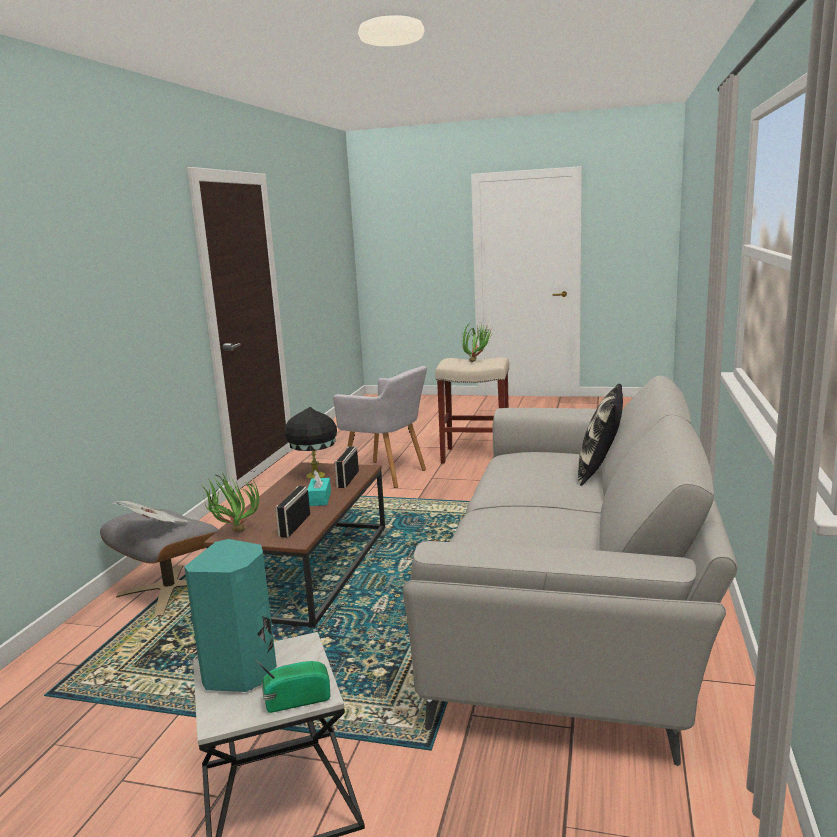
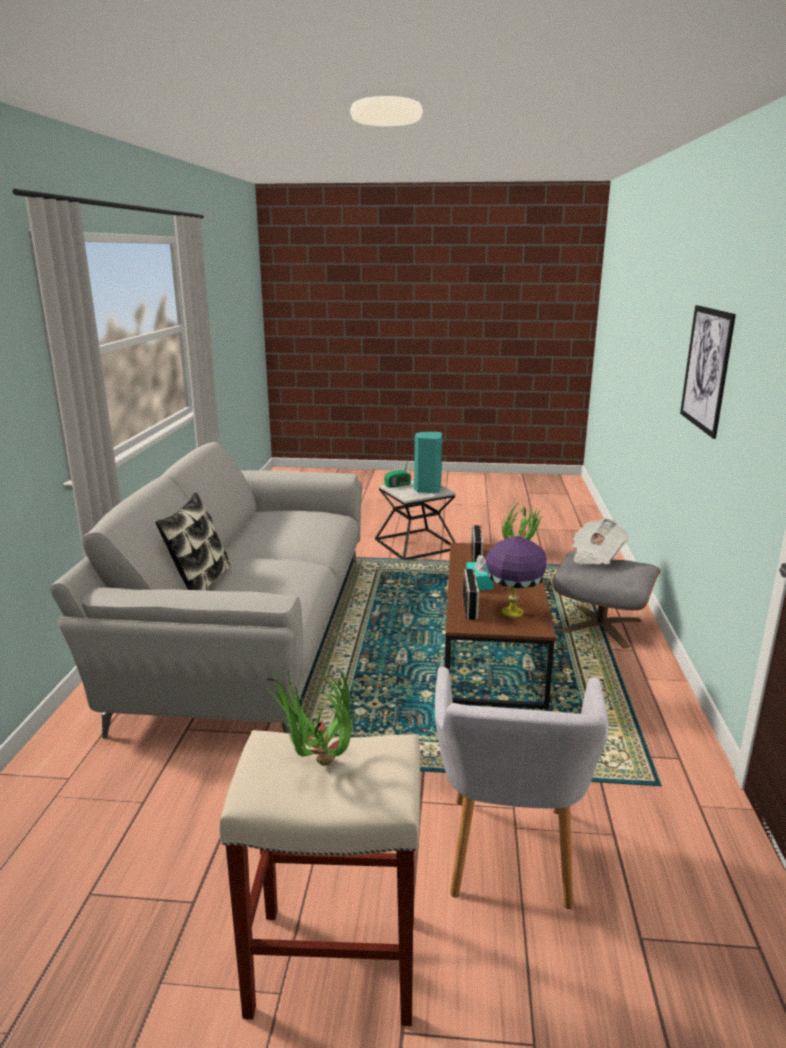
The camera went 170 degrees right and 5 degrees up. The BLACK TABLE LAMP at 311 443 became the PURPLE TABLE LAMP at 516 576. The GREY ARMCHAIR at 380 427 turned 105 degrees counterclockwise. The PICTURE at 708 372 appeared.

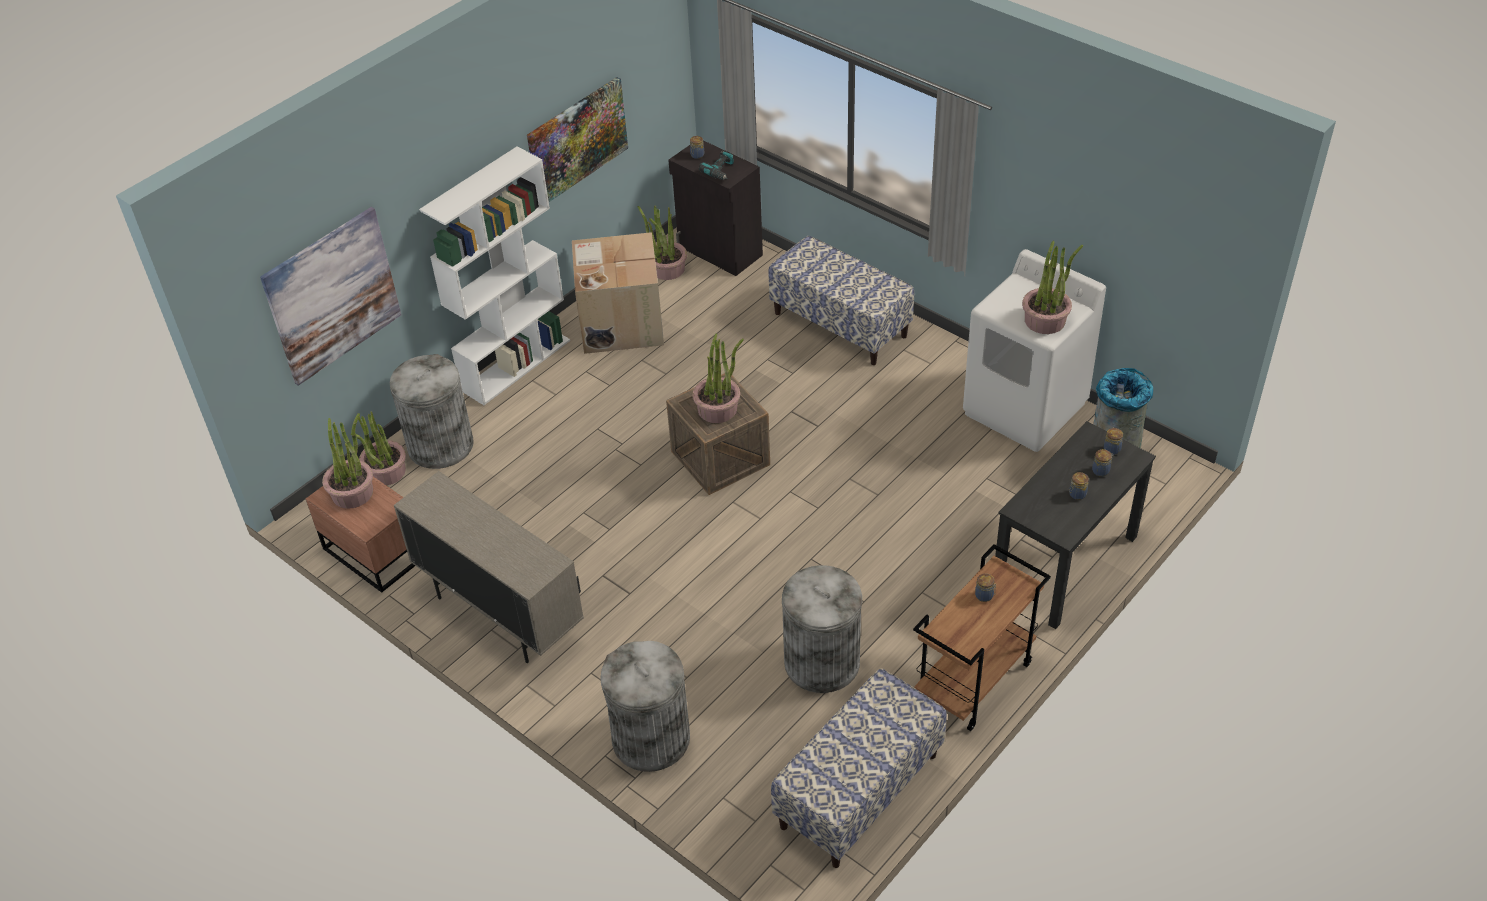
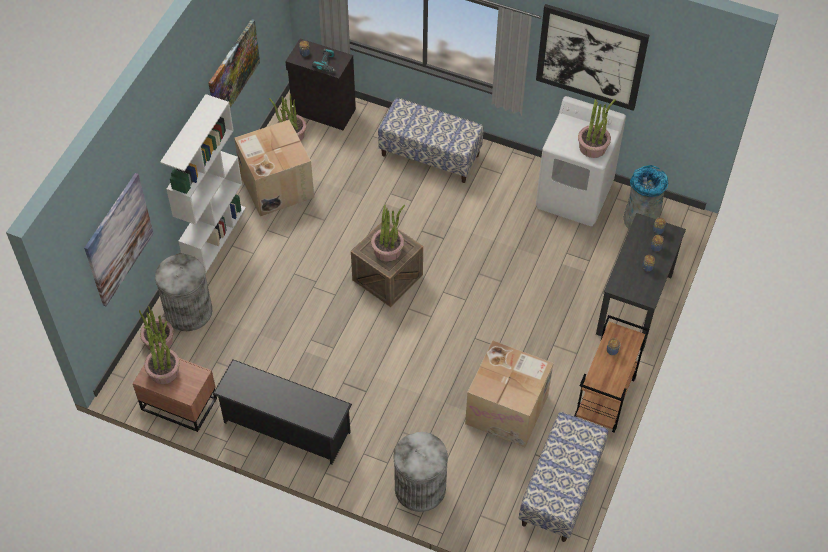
The camera went 20 degrees left and 10 degrees up. The BEIGE CABINET at 489 567 was replaced by the BLACK SHOE RACK at 282 412. The GREY TRASH CAN at 822 629 was replaced by the CARDBOARD BOX at 509 393. The PICTURE at 592 57 appeared.

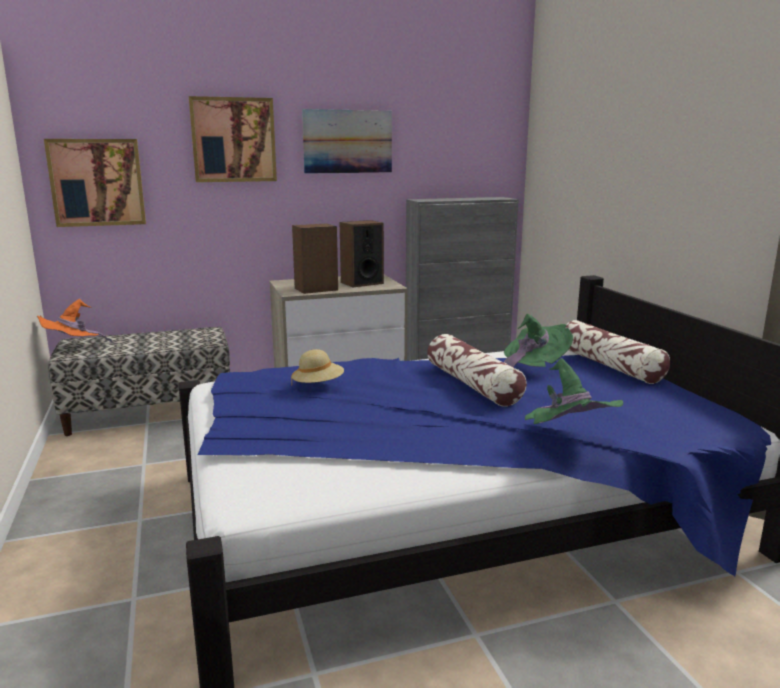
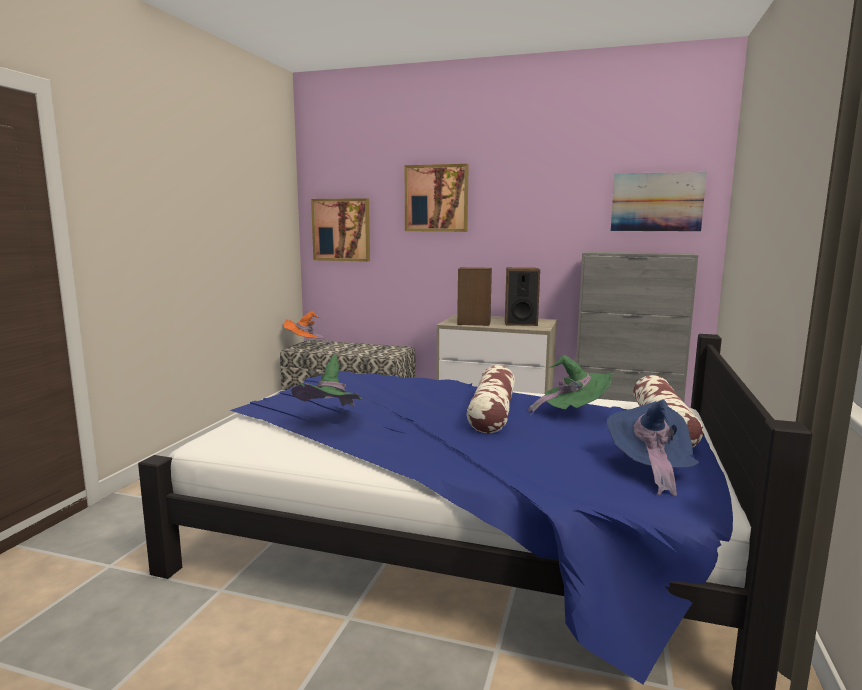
The camera went 35 degrees right and 5 degrees down. The BEIGE HAT at 317 367 disappeared. The PICTURE moved from 347 141 to 659 202. The GREEN HAT moved from 574 391 to 326 380. The BLUE HAT at 653 448 appeared.

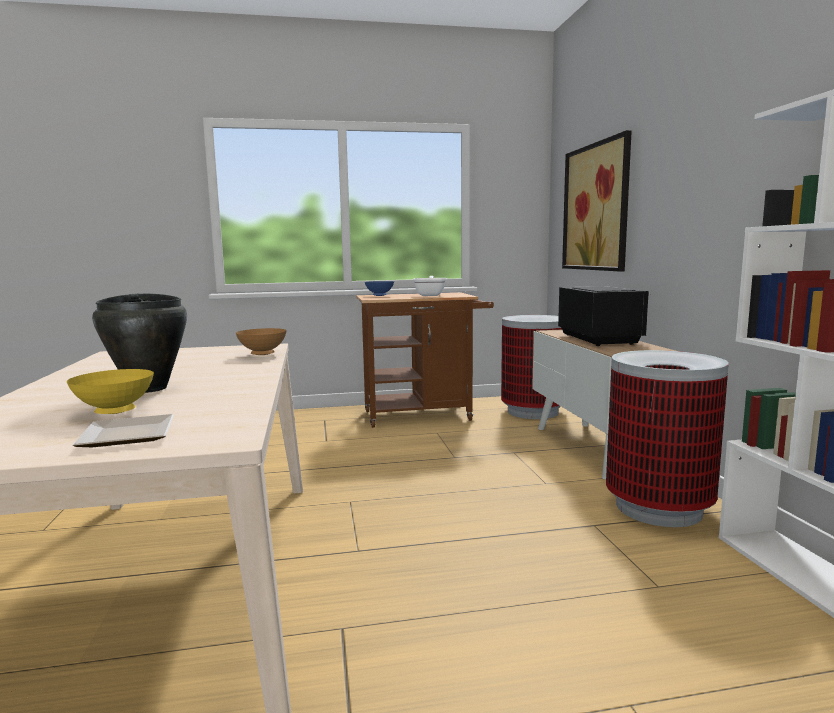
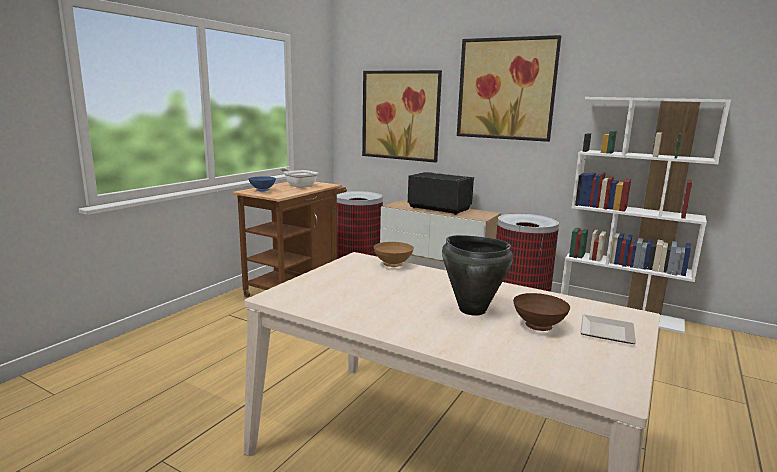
The camera went 50 degrees left and 5 degrees up. The YELLOW BOWL at 110 391 became the BROWN BOWL at 541 312. The PICTURE at 509 88 appeared.

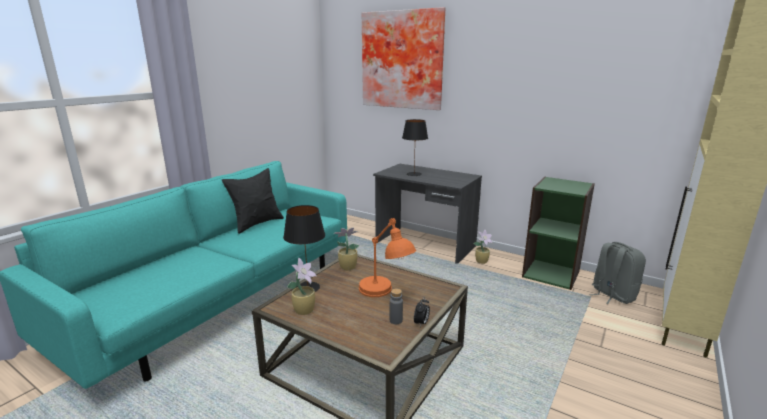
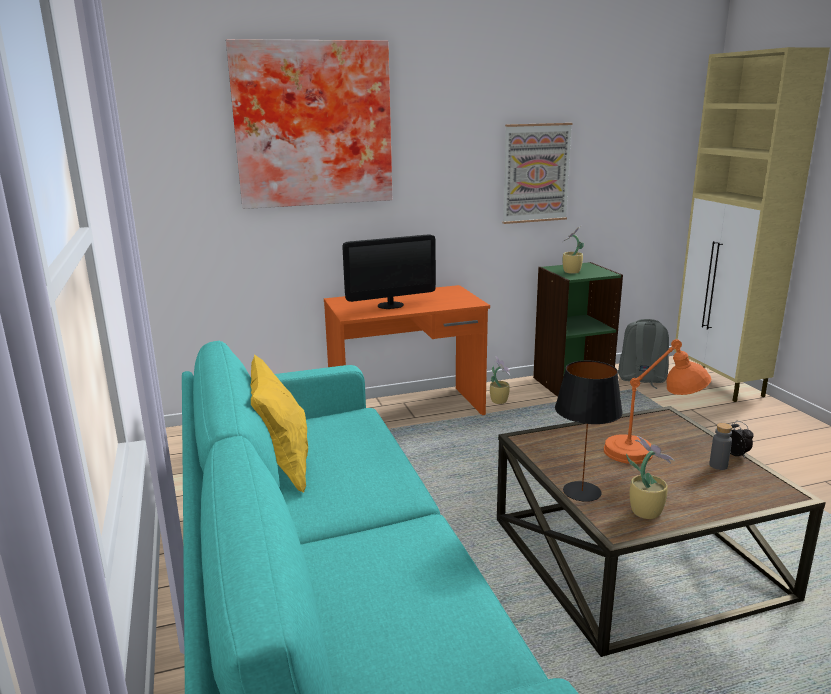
The camera went 50 degrees left and 0 degrees up. The BLACK PILLOW at 253 201 became the YELLOW PILLOW at 279 424. The POTTED PLANT moved from 346 248 to 573 249. The GREY DESK at 427 214 became the ORANGE DESK at 407 350. The BLACK TABLE LAMP at 415 147 was replaced by the MONITOR at 389 271. The PICTURE at 537 173 appeared.

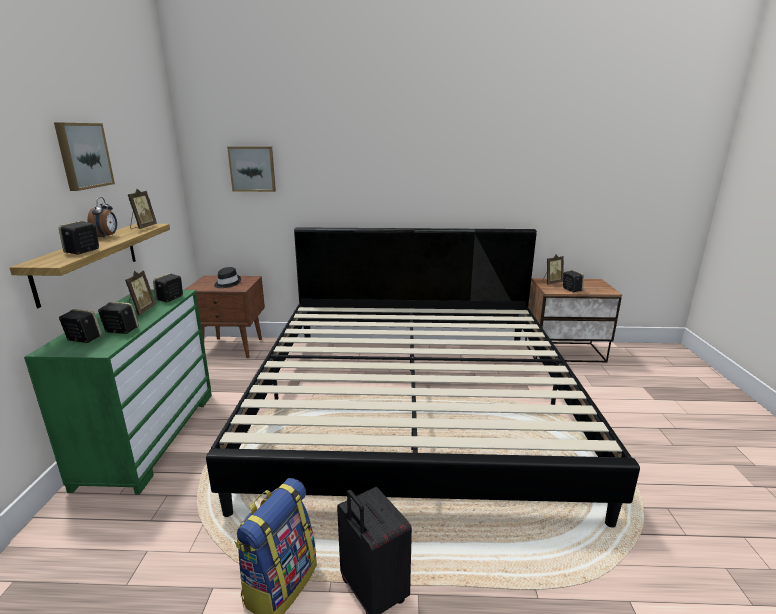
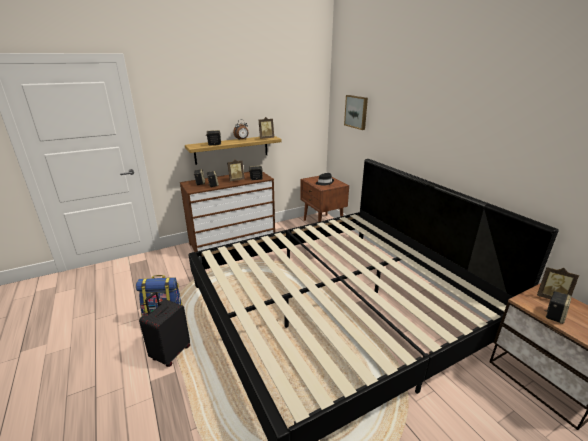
The camera went 60 degrees right and 5 degrees up. The GREEN DRESSER at 118 392 became the BROWN DRESSER at 227 211. The PICTURE at 84 157 disappeared.

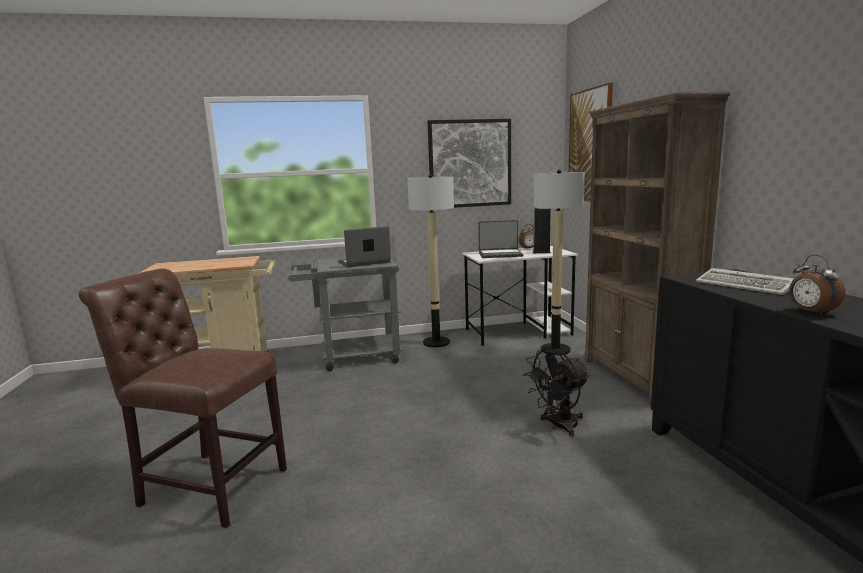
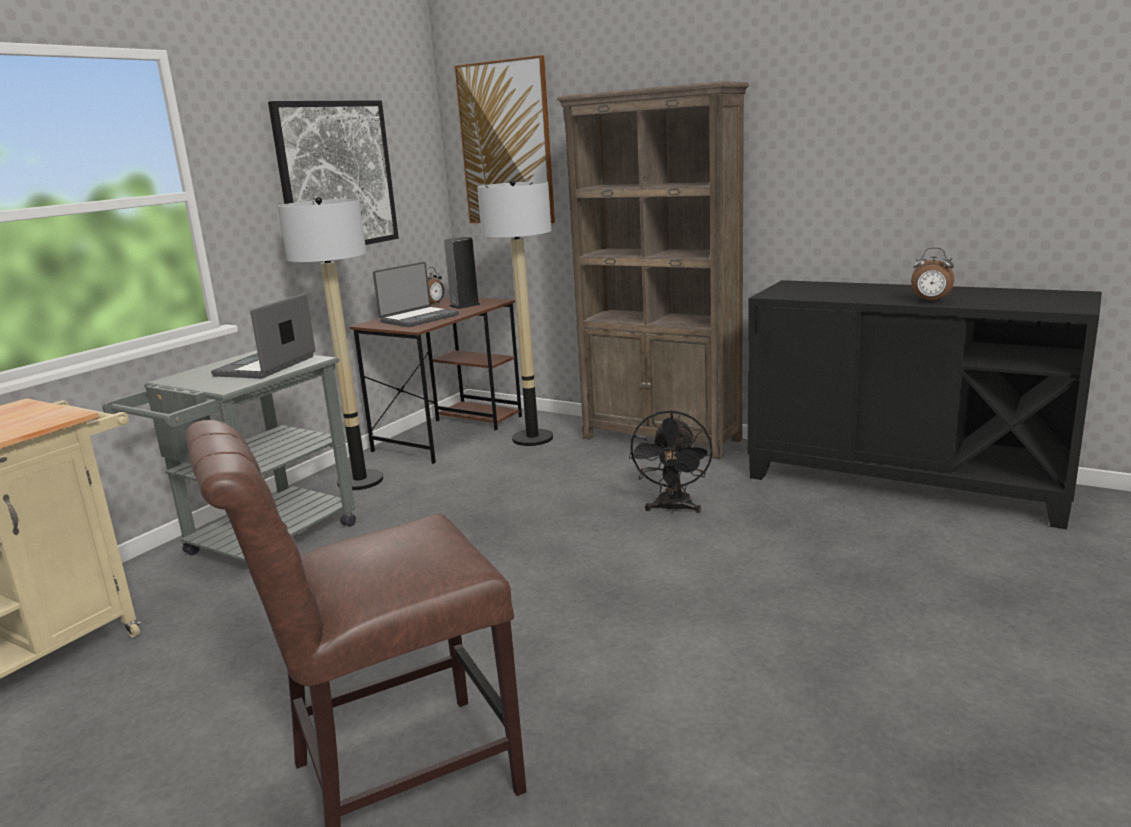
The camera went 45 degrees left and 5 degrees up. The WHITE DESK at 520 296 became the BROWN DESK at 436 380. The KEYBOARD at 745 281 disappeared.

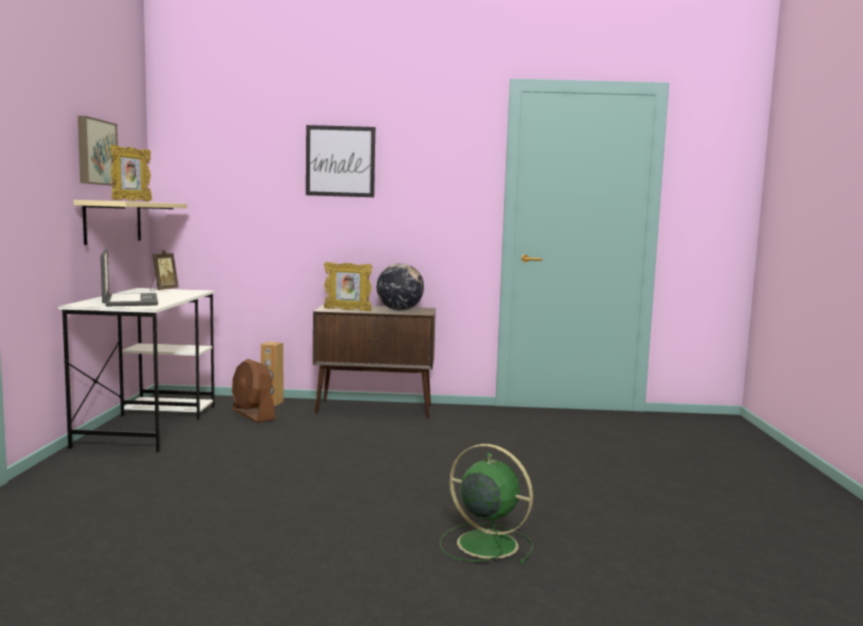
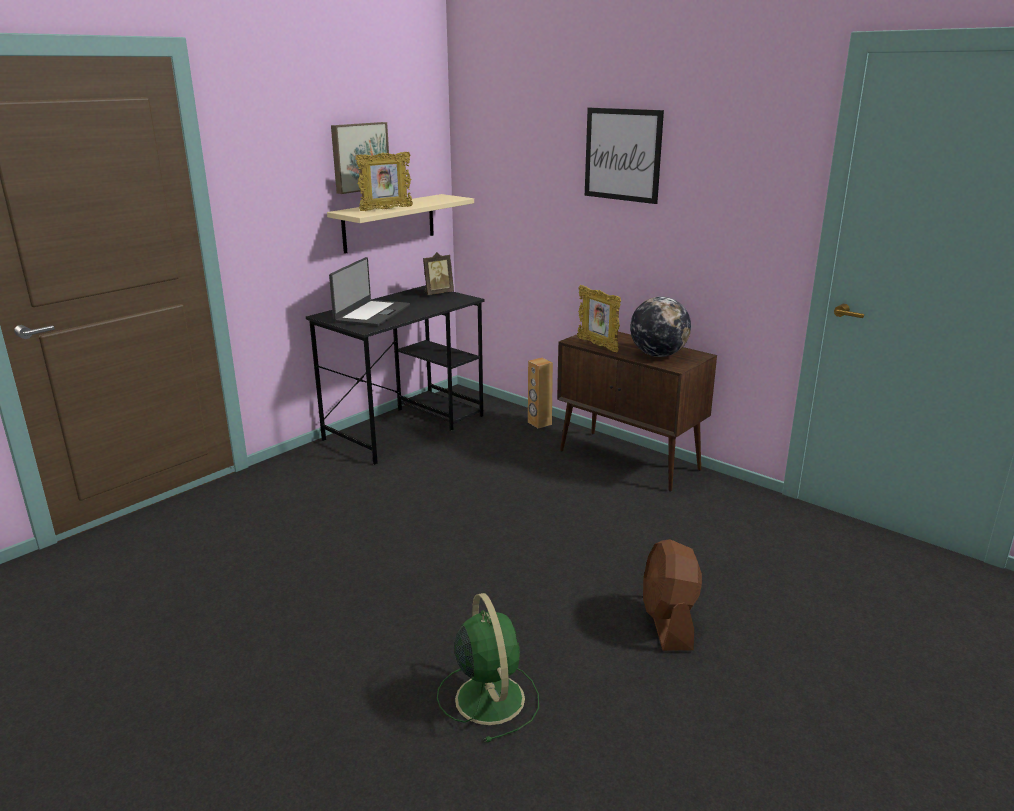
The camera went 40 degrees right and 15 degrees up. The WHITE DESK at 137 370 became the BLACK DESK at 395 375. The BROWN FAN moved from 253 391 to 672 595.

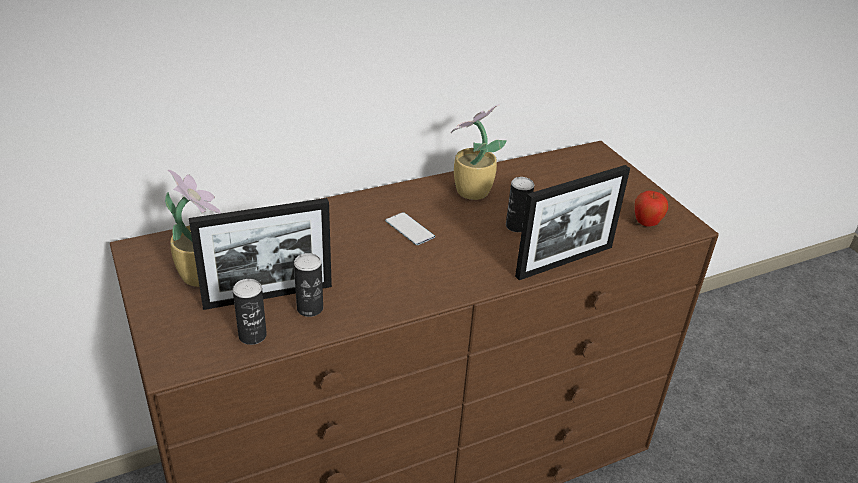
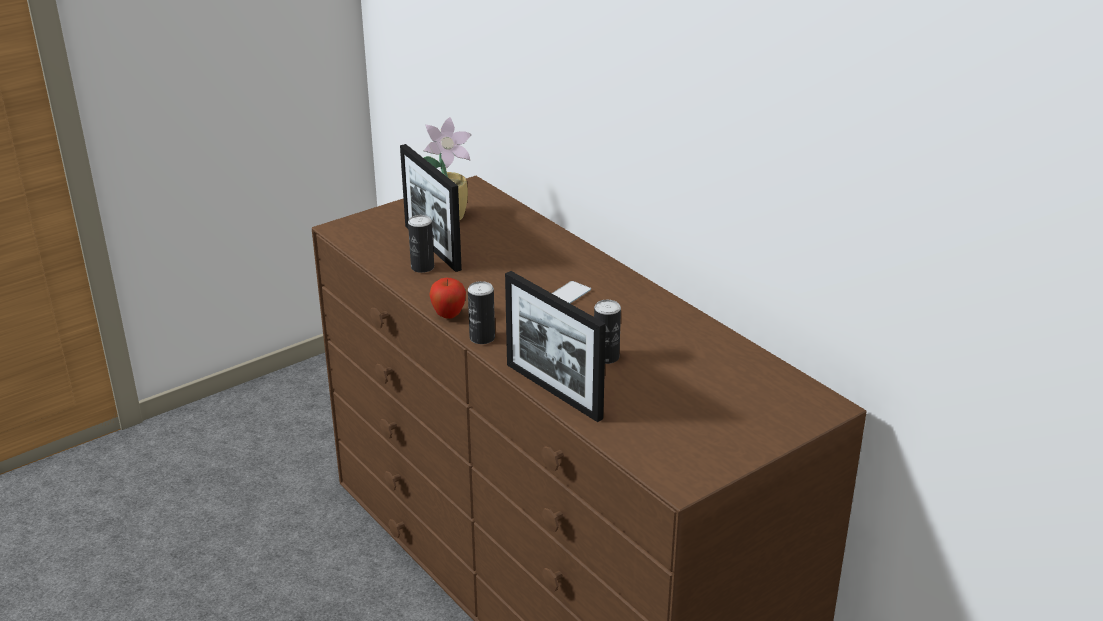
The camera went 80 degrees right and 5 degrees down. The CAN moved from 250 312 to 481 312. The POTTED PLANT at 479 152 disappeared. The APPLE moved from 651 208 to 447 298.

